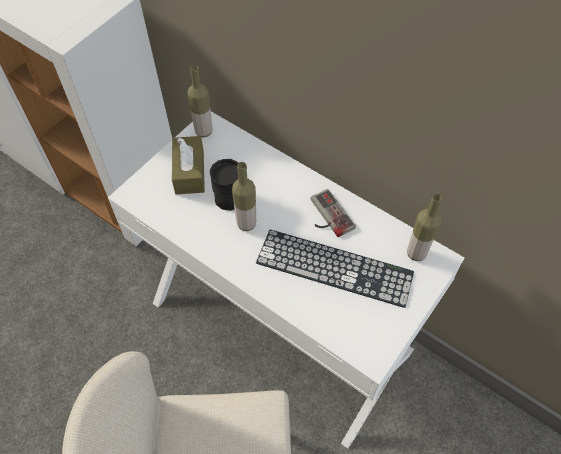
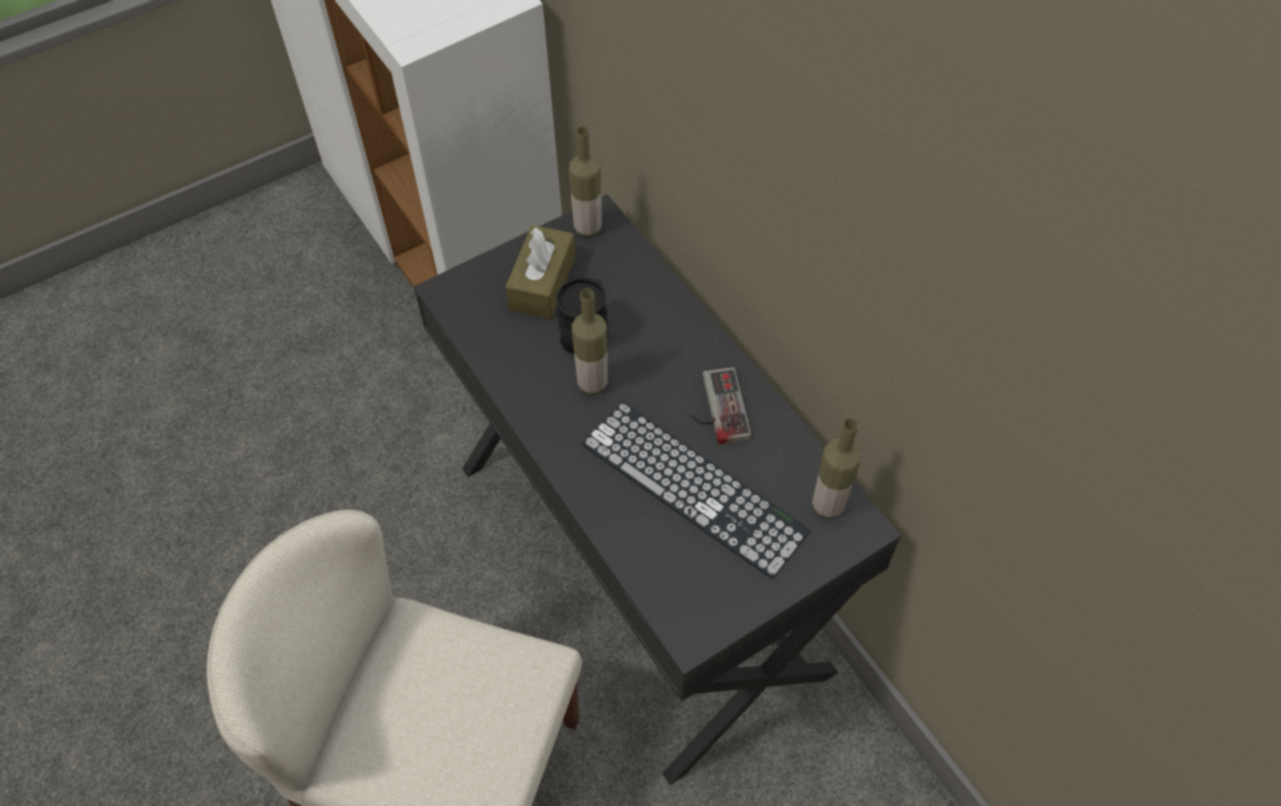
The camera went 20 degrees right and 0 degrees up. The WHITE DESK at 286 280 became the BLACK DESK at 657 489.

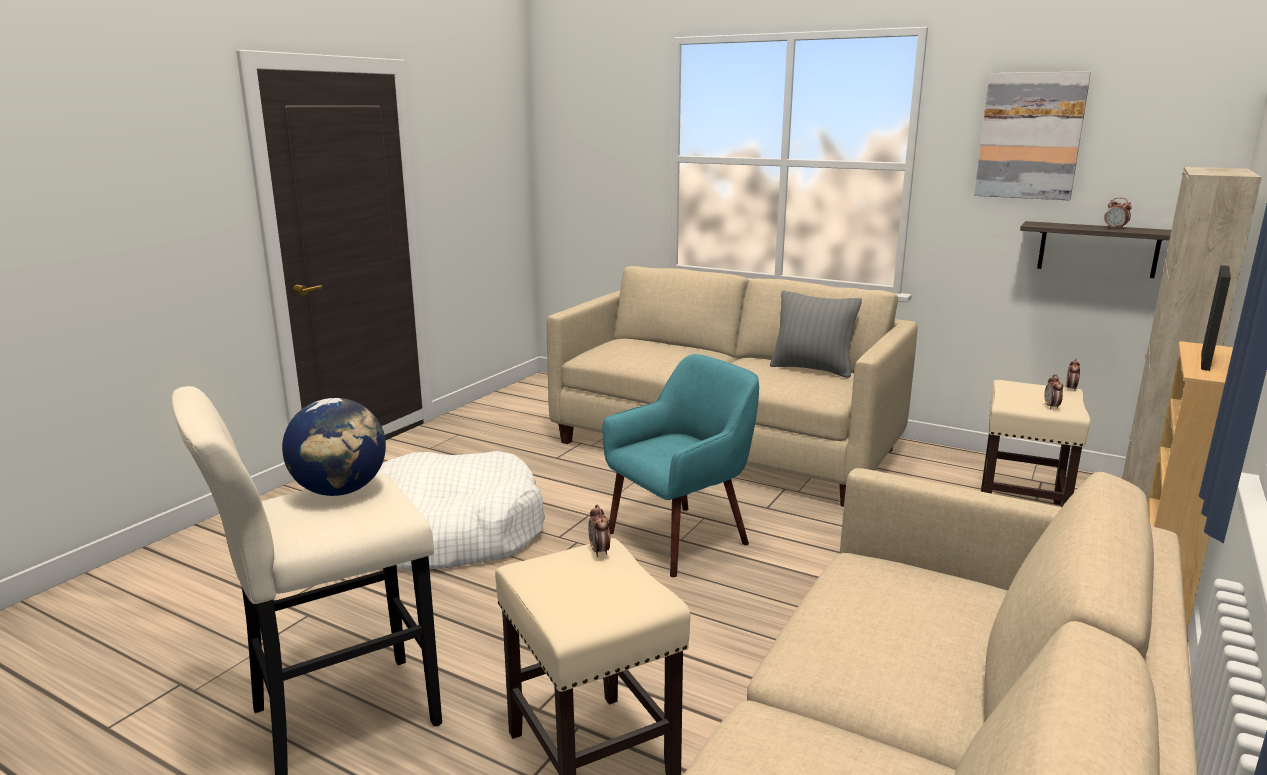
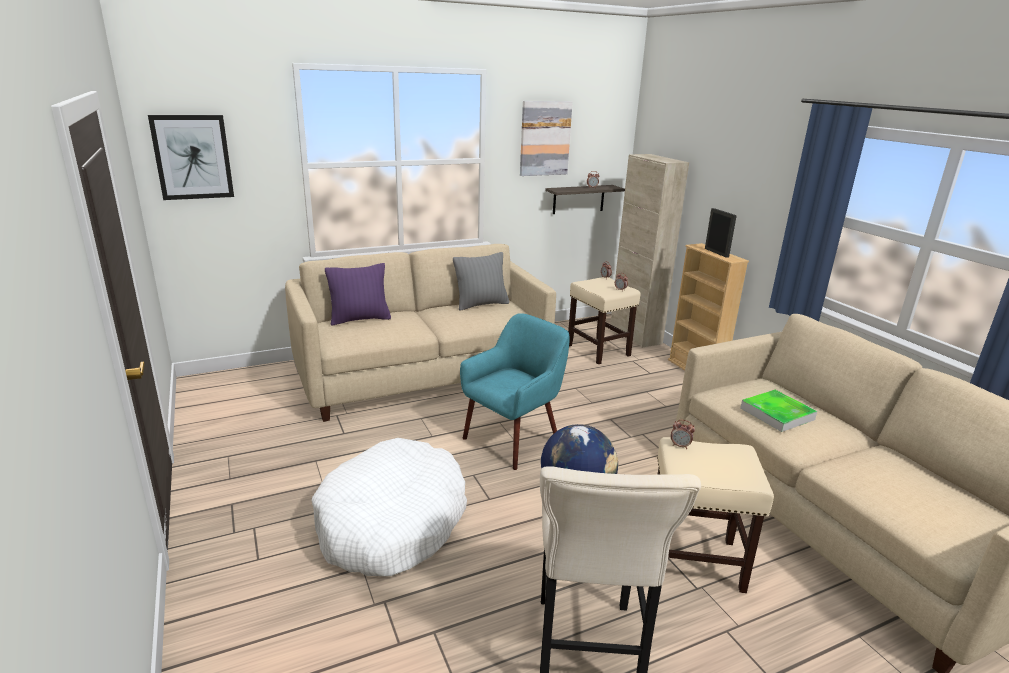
The camera went 55 degrees left and 5 degrees up. The TURQUOISE ARMCHAIR at 680 465 turned 45 degrees clockwise. The PICTURE at 191 157 appeared. The PURPLE PILLOW at 358 294 appeared. The TRAY at 778 411 appeared.

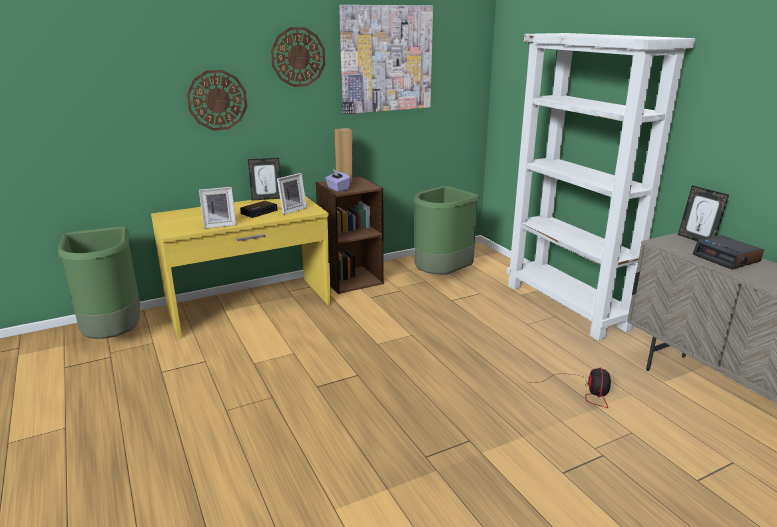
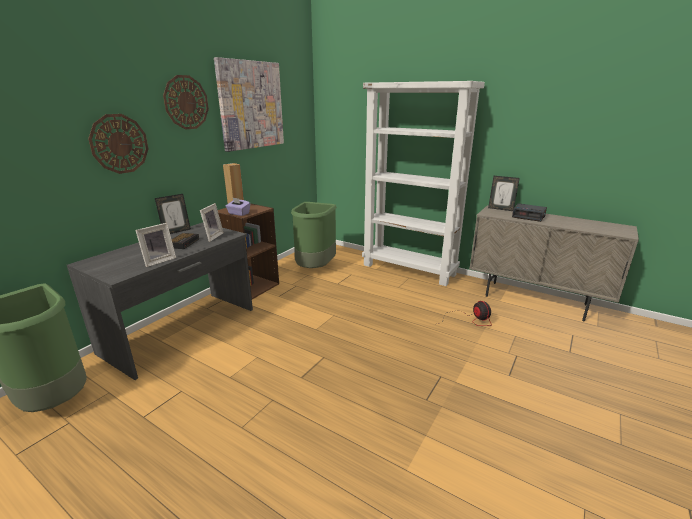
The camera went 30 degrees left and 0 degrees up. The YELLOW DESK at 241 267 became the GREY DESK at 160 301.

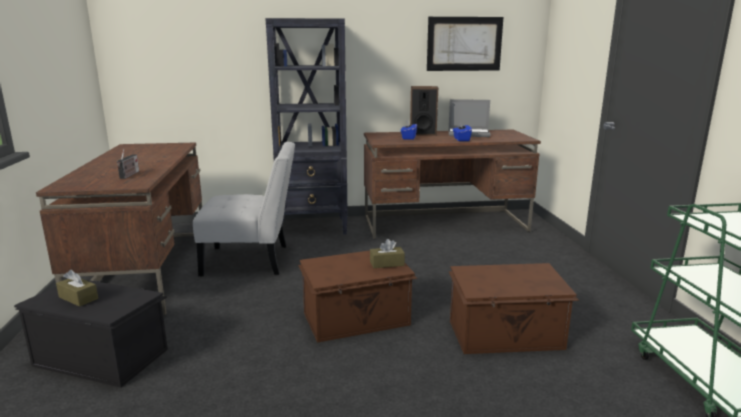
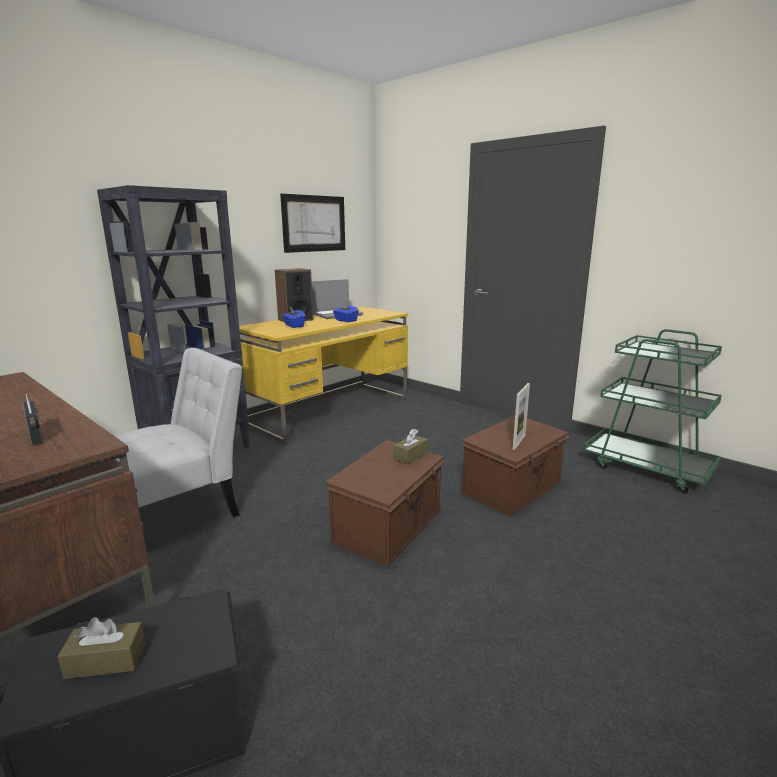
The camera went 40 degrees left and 0 degrees up. The BROWN DESK at 452 184 became the YELLOW DESK at 323 375. The PICTURE FRAME at 521 416 appeared.

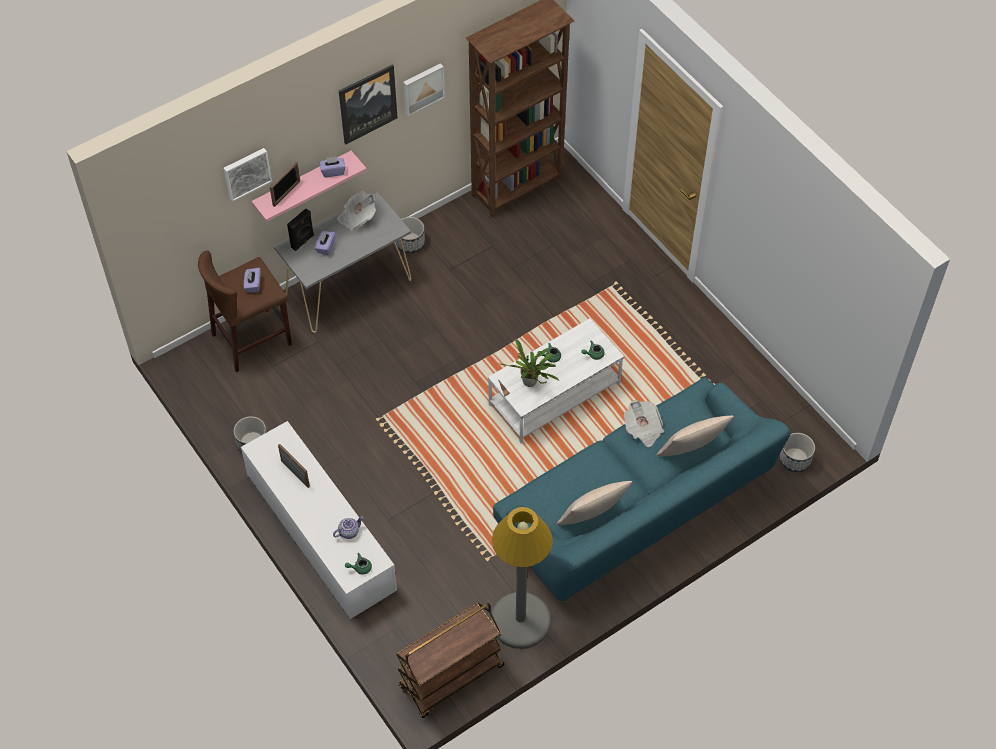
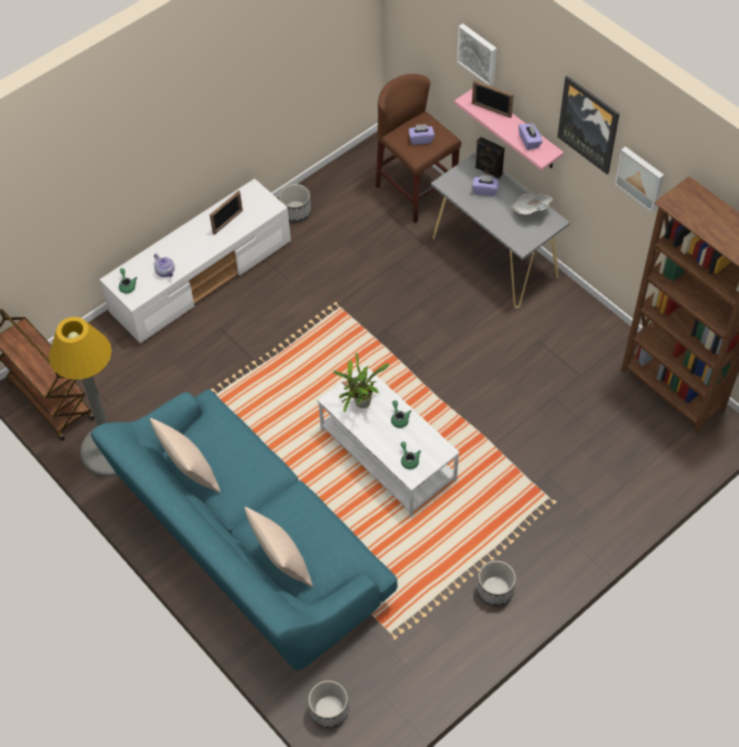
The camera went 85 degrees right and 0 degrees up. The PLANTER moved from 410 235 to 496 583. The NEWSPAPER at 644 423 disappeared.

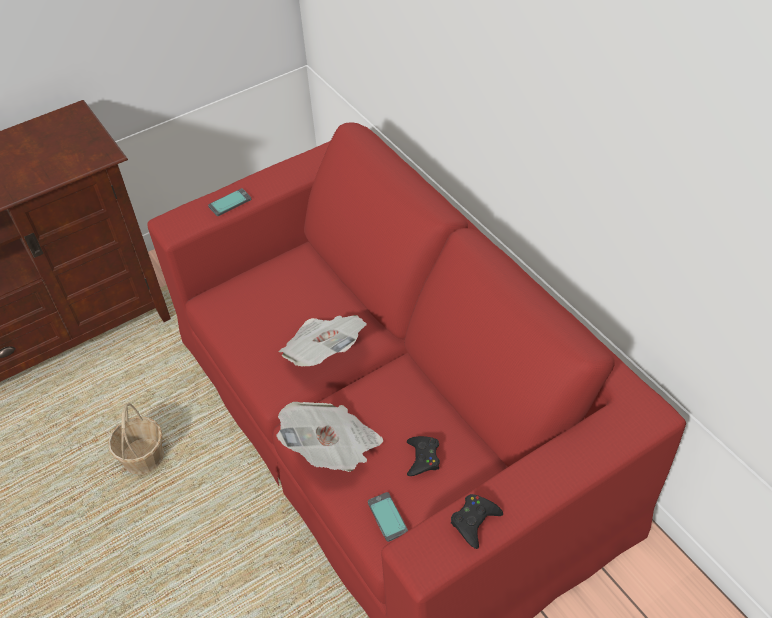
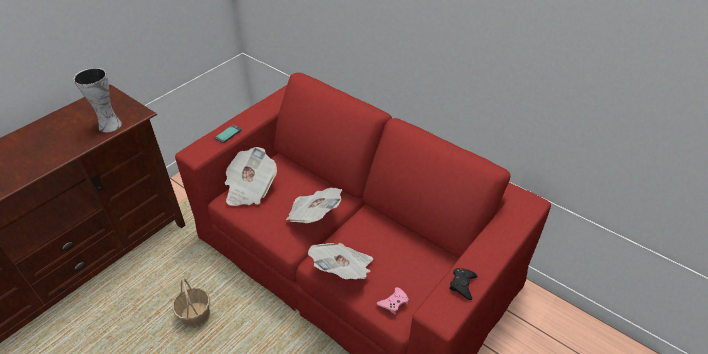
The camera went 20 degrees left and 5 degrees down. The PHONE at 388 517 was replaced by the PINK GAME CONTROLLER at 393 300. The BLACK GAME CONTROLLER at 423 456 disappeared. The VASE at 98 100 appeared. The NEWSPAPER at 251 176 appeared.

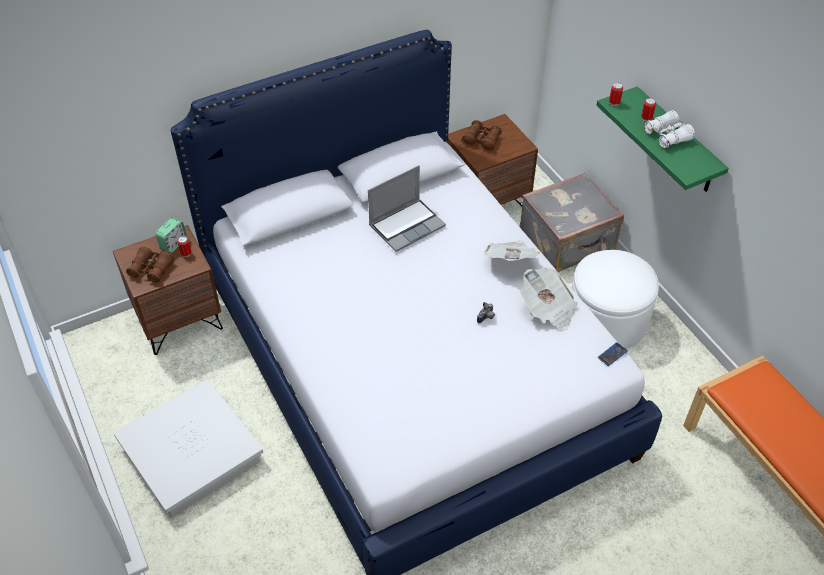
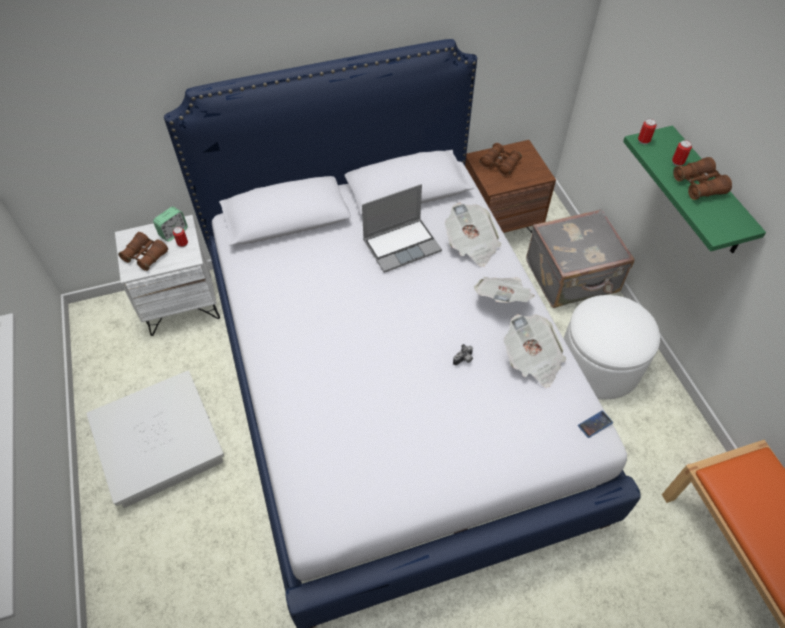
The camera went 10 degrees right and 5 degrees up. The BROWN NIGHTSTAND at 168 290 became the WHITE NIGHTSTAND at 167 275. The WHITE BINOCULARS at 669 129 became the BROWN BINOCULARS at 702 178. The NEWSPAPER at 473 234 appeared.

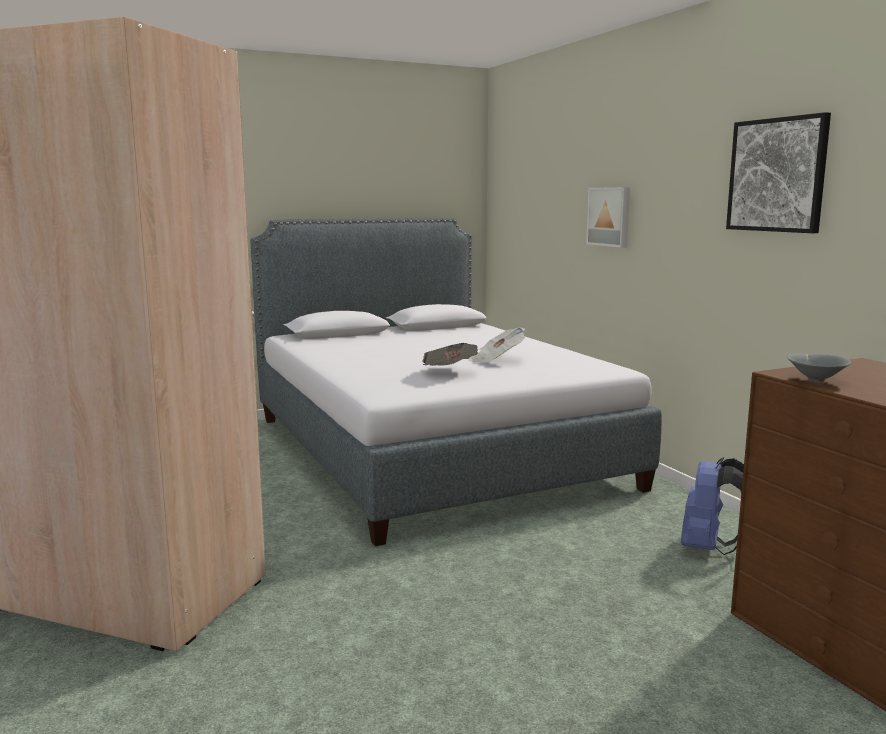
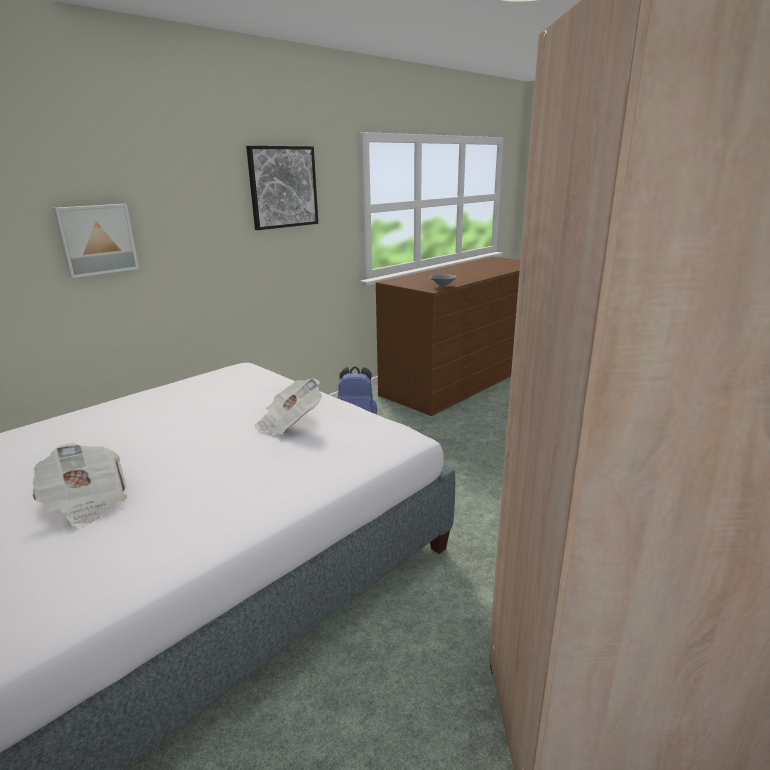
The camera went 110 degrees left and 10 degrees up. The NEWSPAPER moved from 497 345 to 79 485.

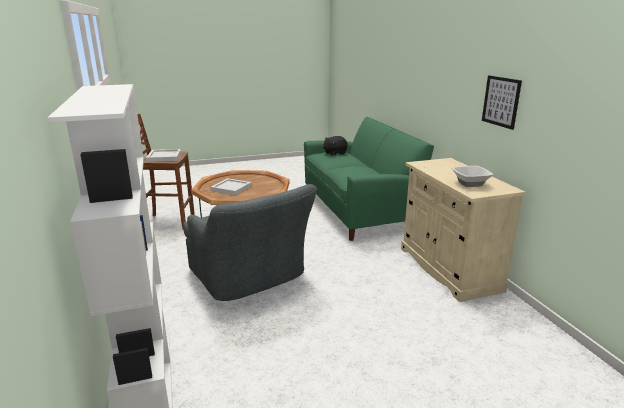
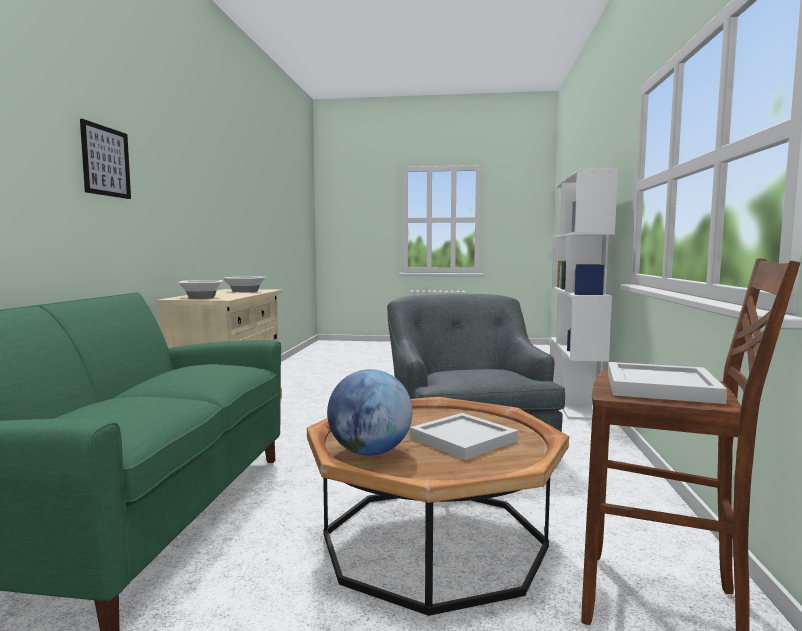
The camera went 155 degrees left and 15 degrees down. The BLACK PLUSH TOY at 335 146 disappeared. The PICTURE moved from 502 102 to 105 159. The BOWL at 200 289 appeared. The GLOBE at 369 412 appeared.

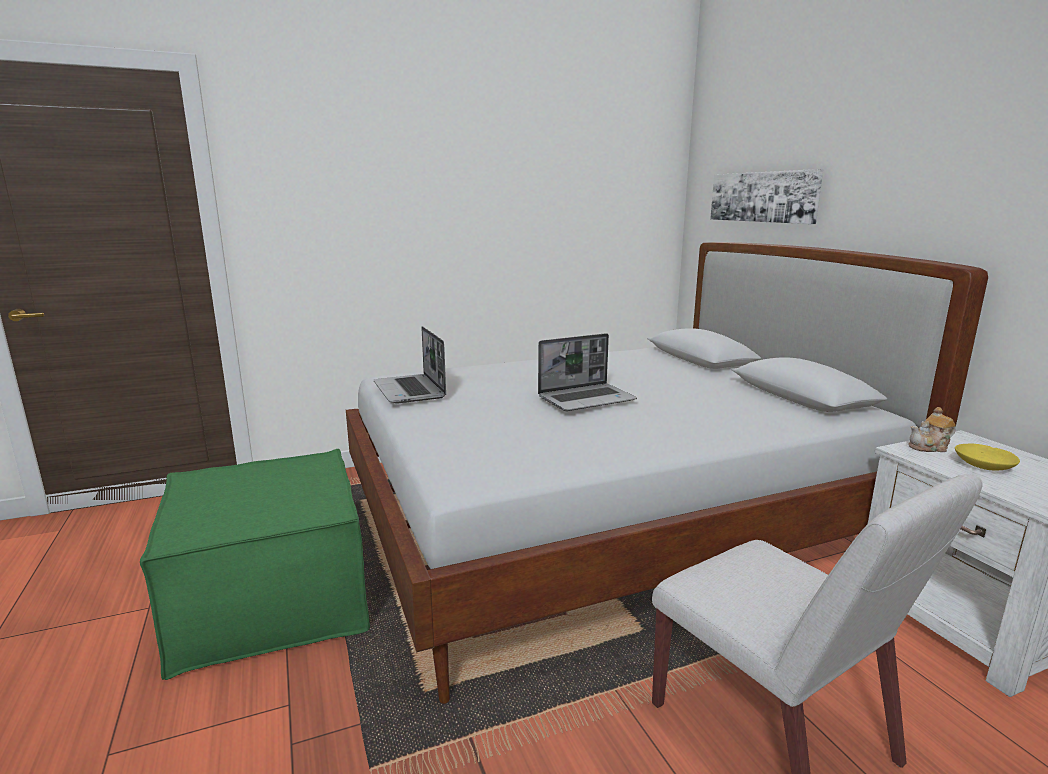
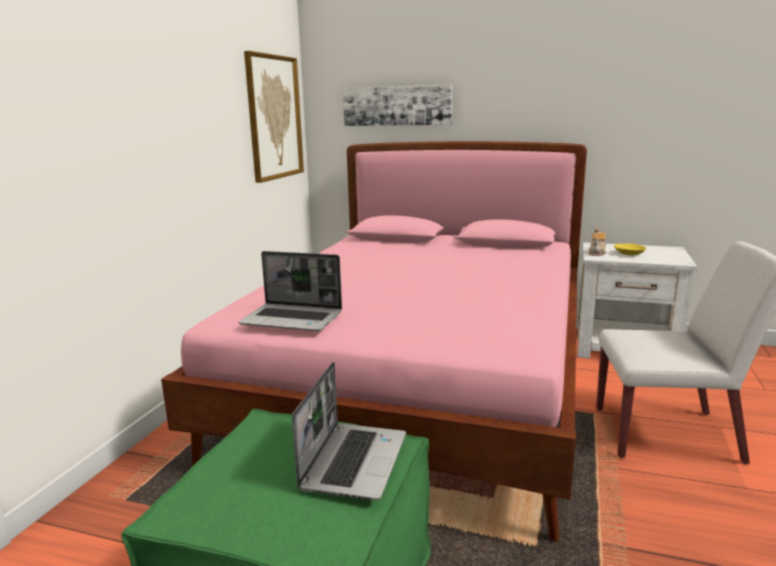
The camera went 50 degrees left and 0 degrees up. The WHITE BED at 667 473 became the PINK BED at 374 341. The LAPTOP moved from 587 372 to 349 431. The PICTURE at 274 117 appeared.

